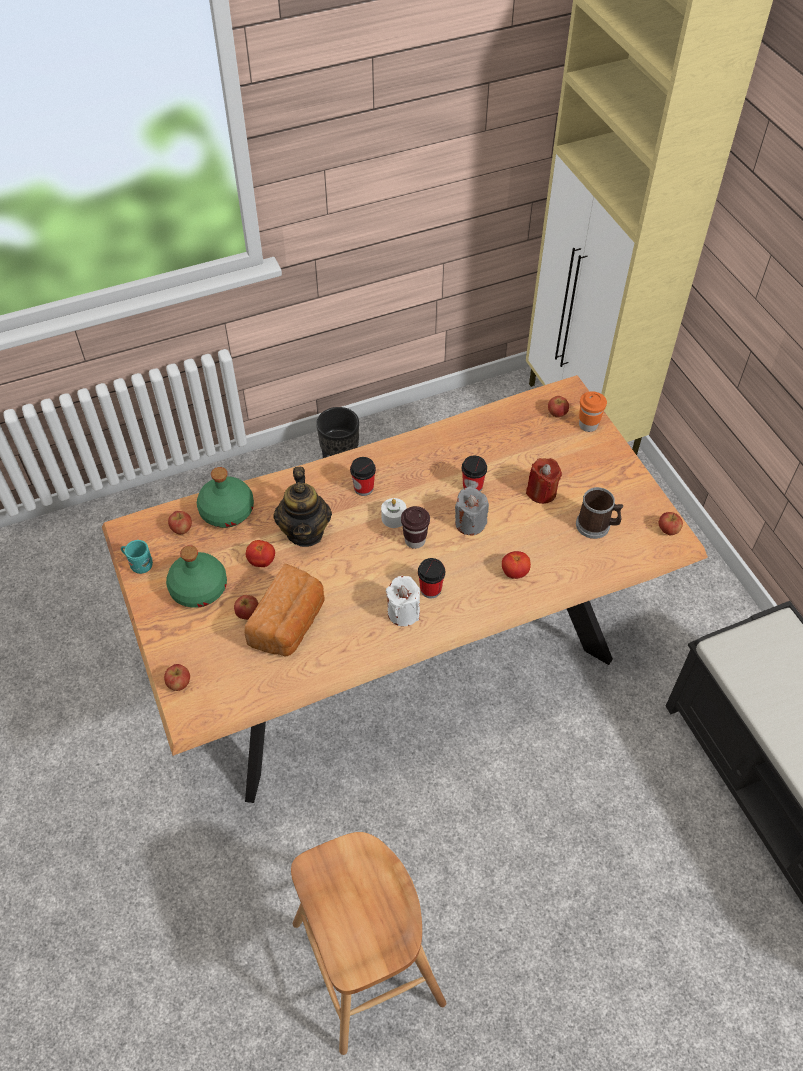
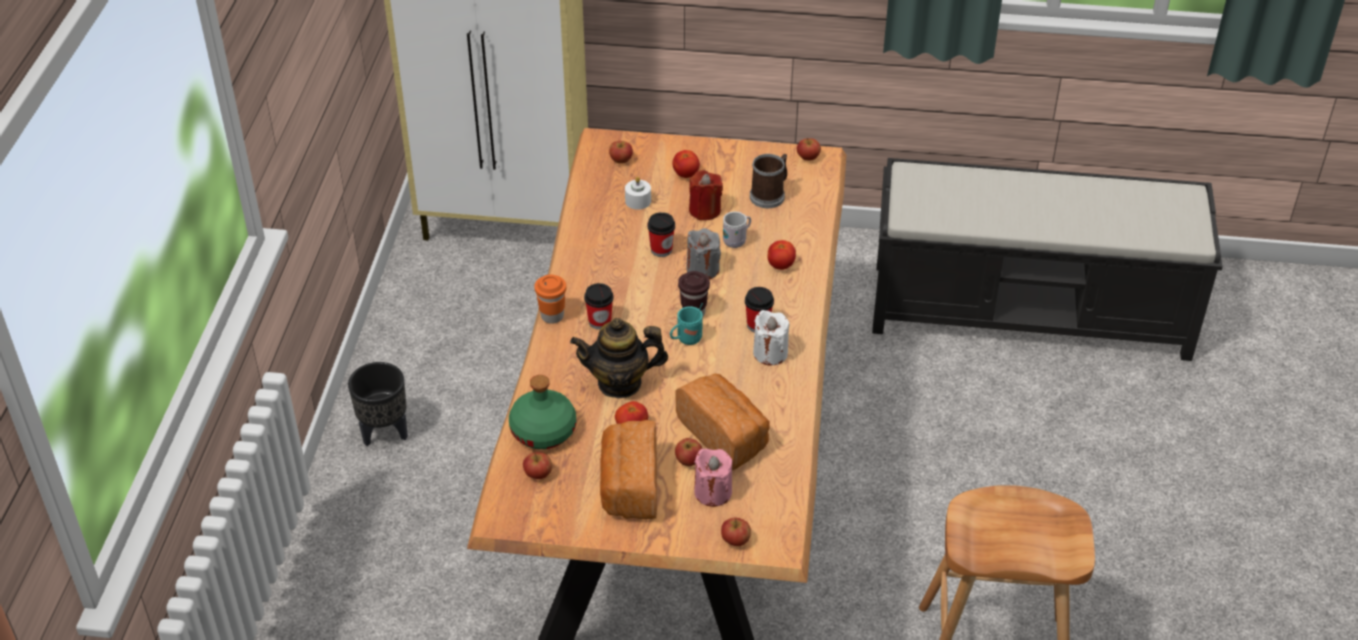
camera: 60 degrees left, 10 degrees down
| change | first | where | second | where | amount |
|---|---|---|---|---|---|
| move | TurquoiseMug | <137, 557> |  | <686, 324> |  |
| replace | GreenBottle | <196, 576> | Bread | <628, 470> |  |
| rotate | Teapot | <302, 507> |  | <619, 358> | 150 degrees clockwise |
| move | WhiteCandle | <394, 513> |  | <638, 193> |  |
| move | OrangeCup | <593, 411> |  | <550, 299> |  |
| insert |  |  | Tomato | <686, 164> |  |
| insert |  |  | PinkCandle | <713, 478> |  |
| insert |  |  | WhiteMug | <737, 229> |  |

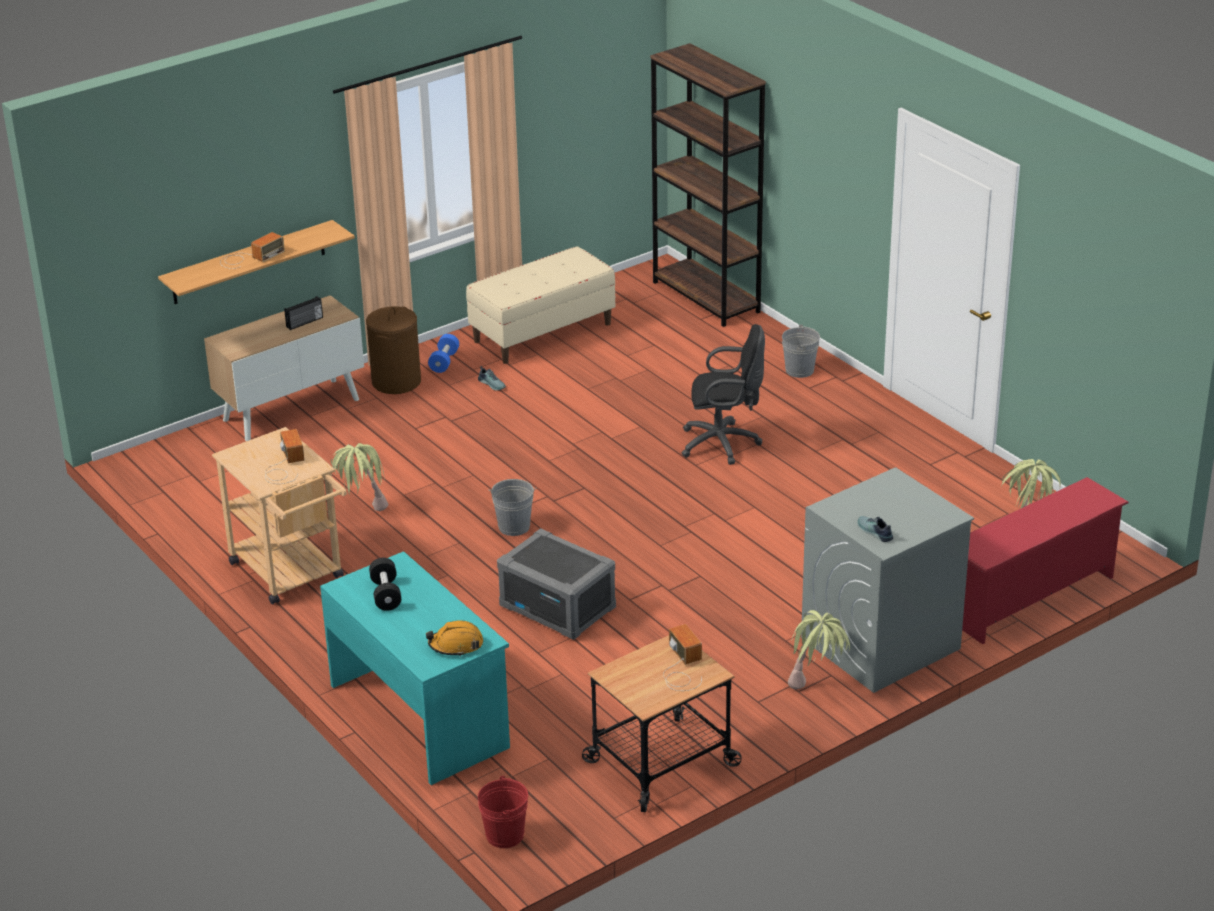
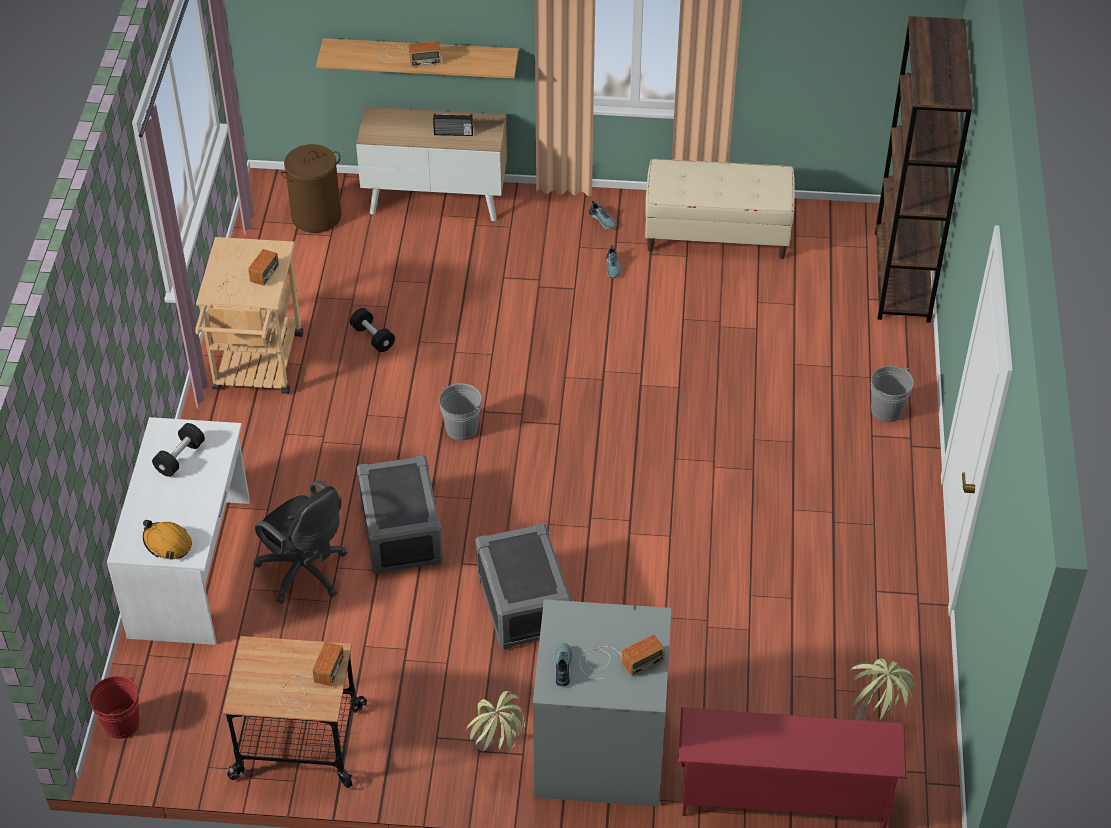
camera: 40 degrees right, 15 degrees up
| change | first | where | second | where | amount |
|---|---|---|---|---|---|
| recolor | TurquoiseDesk | <415, 668> | WhiteDesk | <178, 531> |  |
| replace | PottedPlant | <359, 477> | BlackDumbbell | <372, 330> |  |
| move | BrownLaundryBasket | <393, 350> |  | <311, 188> |  |
| replace | BlueDumbbell | <443, 353> | Shoe | <602, 215> |  |
| move | BlackOfficeChair | <723, 394> |  | <300, 542> |  |
| insert |  |  | GreyStorageBox | <523, 586> |  |
| insert |  |  | Radio | <622, 657> |  |

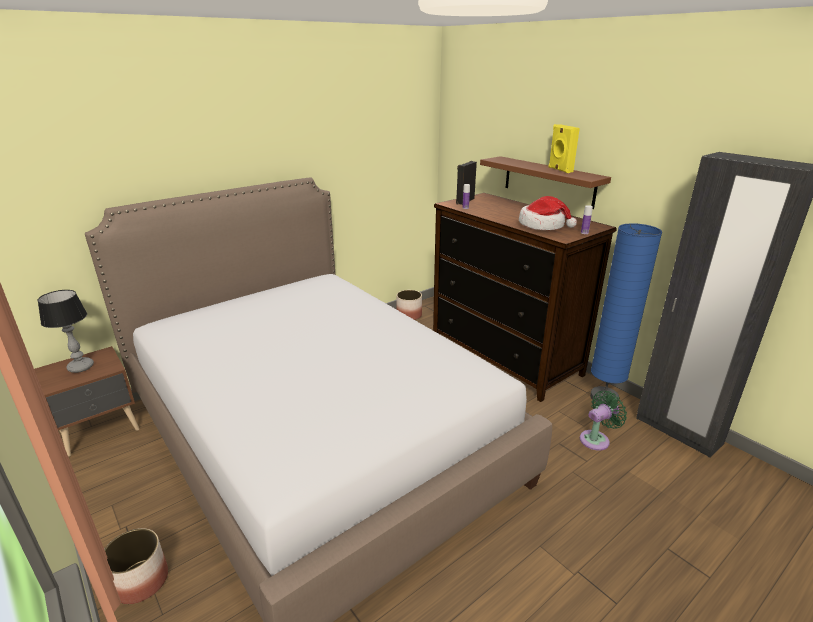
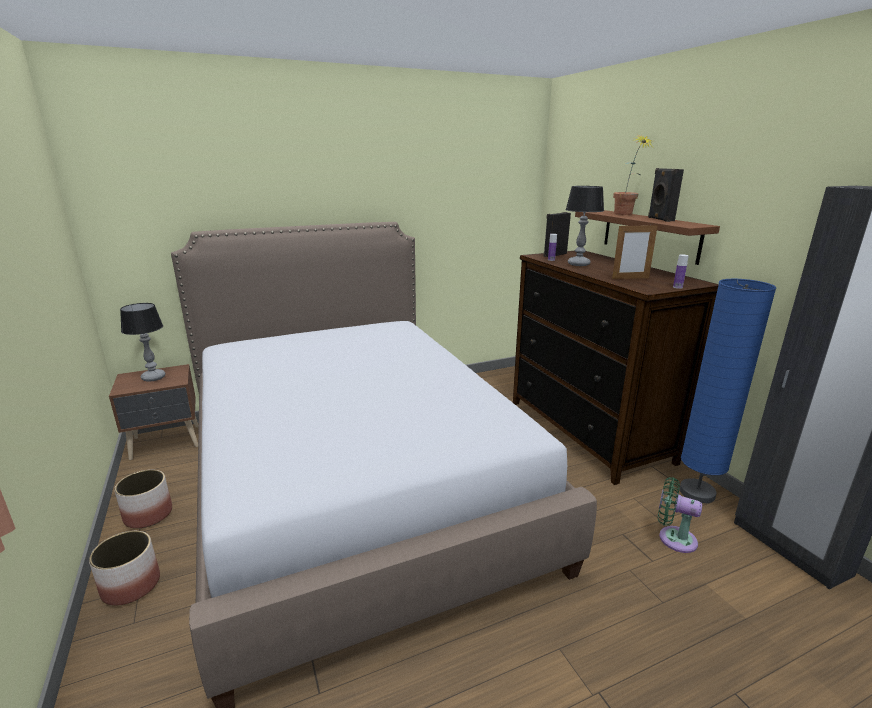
camera: 15 degrees right, 5 degrees down
| change | first | where | second | where | amount |
|---|---|---|---|---|---|
| move | Planter | <409, 305> |  | <143, 499> |  |
| replace | Hat | <548, 213> | PictureFrame | <635, 252> |  |
| recolor | YellowSpeaker | <564, 148> | BlackSpeaker | <666, 195> |  |
| rotate | GreenFan | <603, 421> |  | <680, 515> | 135 degrees counterclockwise |
| insert |  |  | TableLamp | <585, 226> |  |
| insert |  |  | PottedPlant | <632, 174> |  |

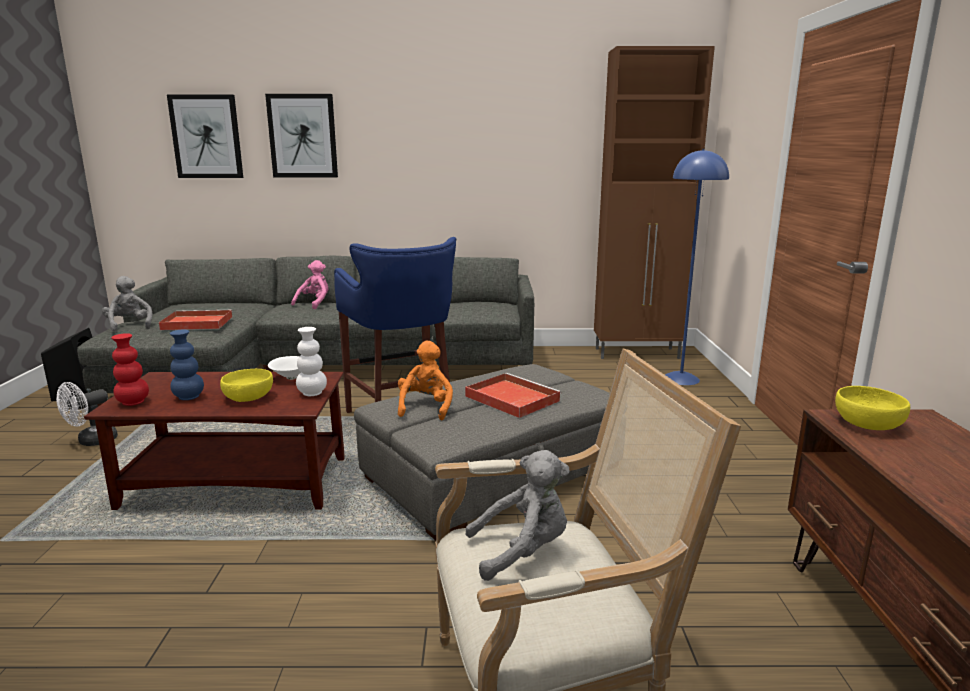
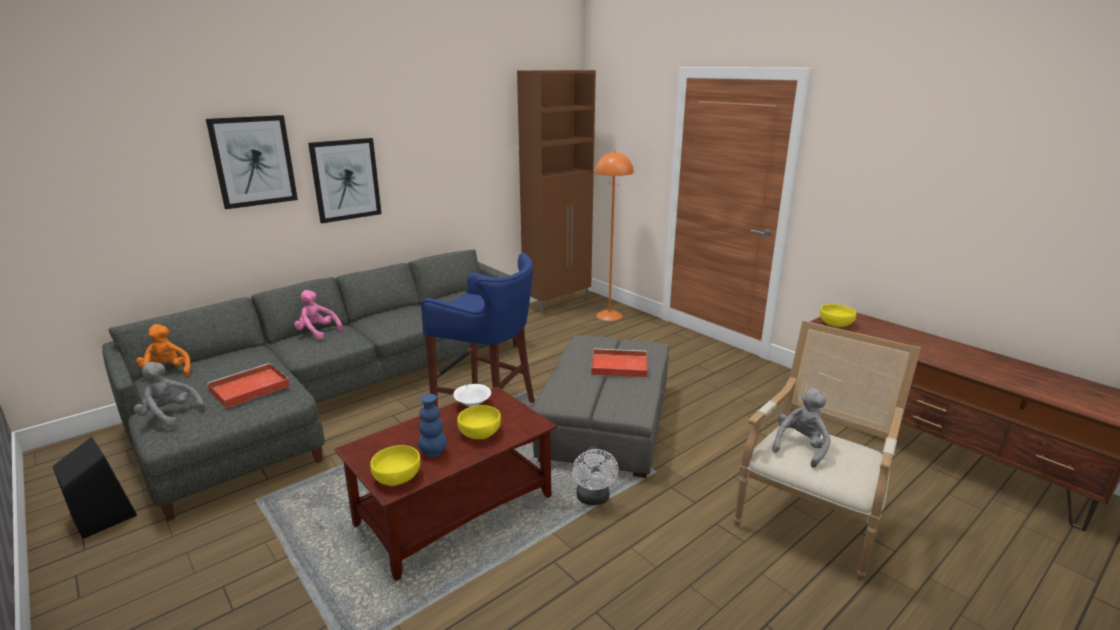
camera: 40 degrees left, 5 degrees up
| change | first | where | second | where | amount |
|---|---|---|---|---|---|
| move | WhiteFan | <87, 414> |  | <595, 476> |  |
| replace | RedVase | <130, 369> | YellowBowl | <395, 465> |  |
| move | Picture | <205, 136> |  | <345, 180> |  |
| rotate | PinkPlushToy | <309, 284> |  | <318, 315> | 45 degrees counterclockwise |
| delete | WhiteVase | <311, 361> |  |  |  |
| move | OrangePlushToy | <425, 380> |  | <163, 354> |  |
| recolor | BlueFloorLamp | <697, 267> | OrangeFloorLamp | <614, 236> |  |

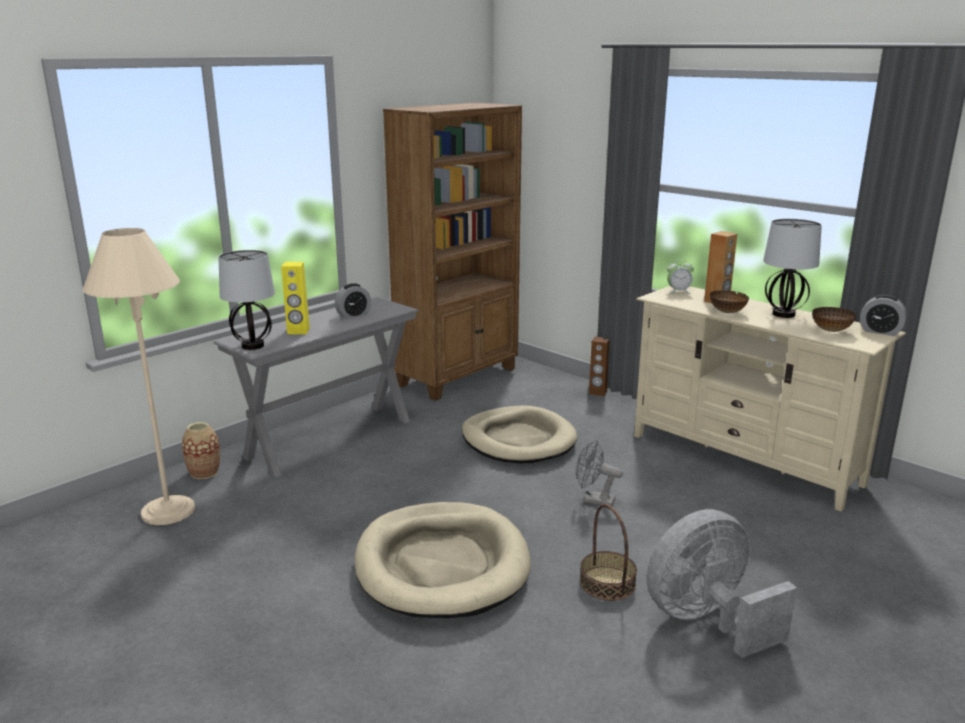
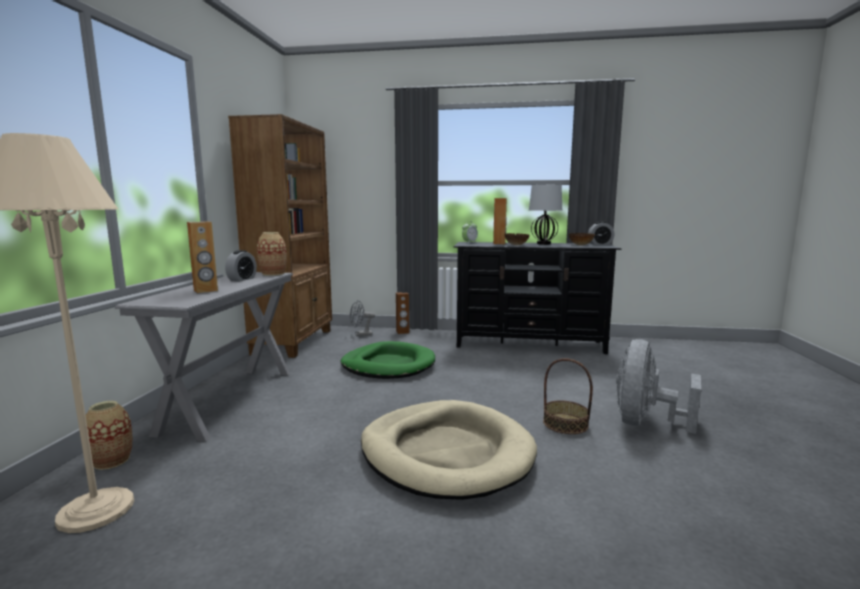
camera: 35 degrees left, 10 degrees down
| change | first | where | second | where | amount |
|---|---|---|---|---|---|
| delete | TableLamp | <246, 300> |  |  |  |
| recolor | YellowSpeaker | <295, 298> | BrownSpeaker | <202, 257> |  |
| recolor | BeigeDogBed | <520, 434> | GreenDogBed | <388, 360> |  |
| move | GreyFan | <599, 473> |  | <362, 318> |  |
| recolor | BeigeTvStand | <770, 398> | BlackTvStand | <537, 298> |  |
| insert |  |  | Vase | <272, 254> |  |

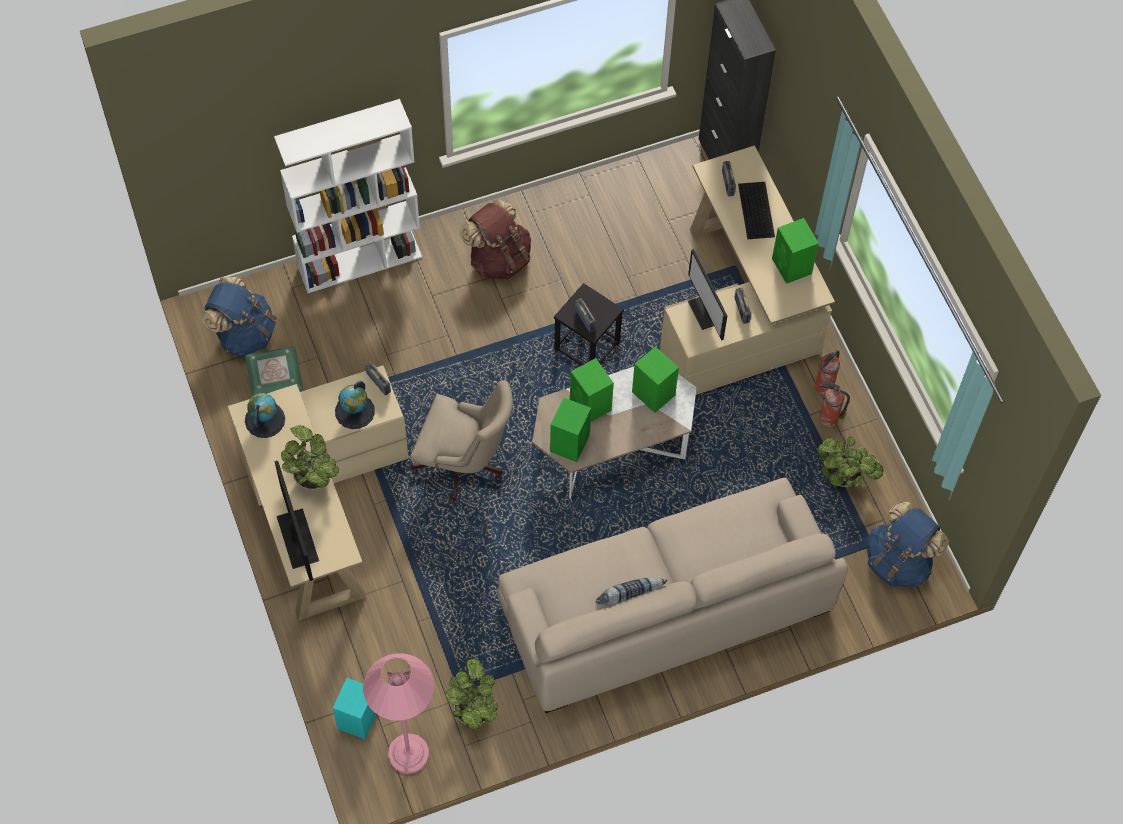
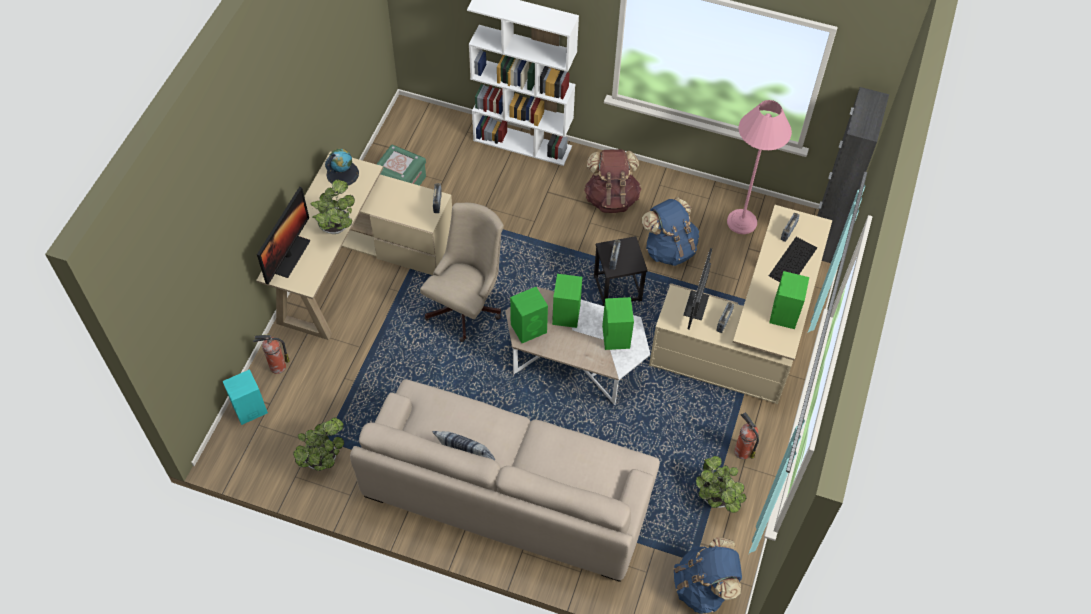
camera: 40 degrees right, 5 degrees down
| change | first | where | second | where | amount |
|---|---|---|---|---|---|
| move | BlueBackpack | <239, 317> |  | <670, 231> |  |
| delete | Globe | <355, 405> |  |  |  |
| move | PinkFloorLamp | <398, 713> |  | <759, 167> |  |
| rotate | BeigeOfficeChair | <461, 442> |  | <462, 272> | 120 degrees counterclockwise |
| move | FireExtinguisher | <827, 372> |  | <271, 354> |  |

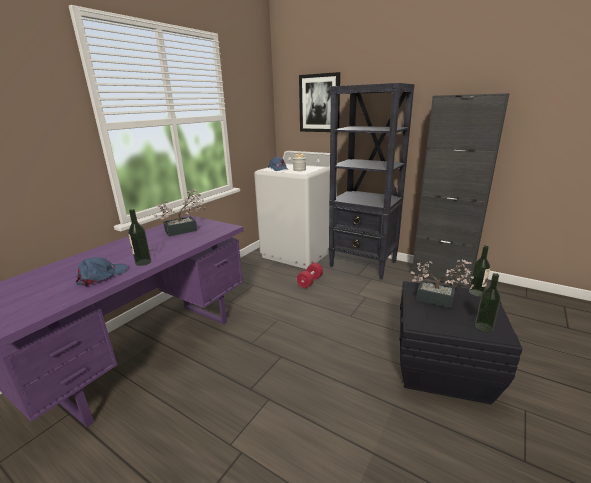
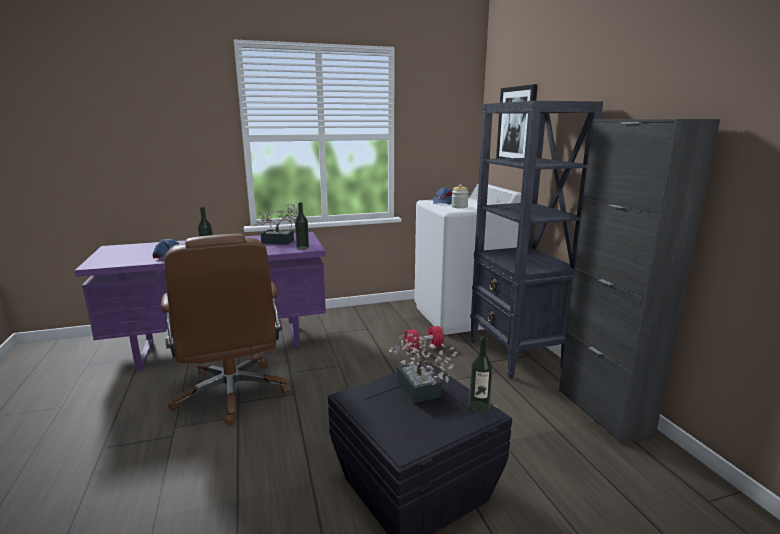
camera: 40 degrees right, 5 degrees down
| change | first | where | second | where | amount |
|---|---|---|---|---|---|
| move | Bottle | <488, 302> |  | <302, 226> |  |
| insert |  |  | BrownOfficeChair | <225, 329> |  |

